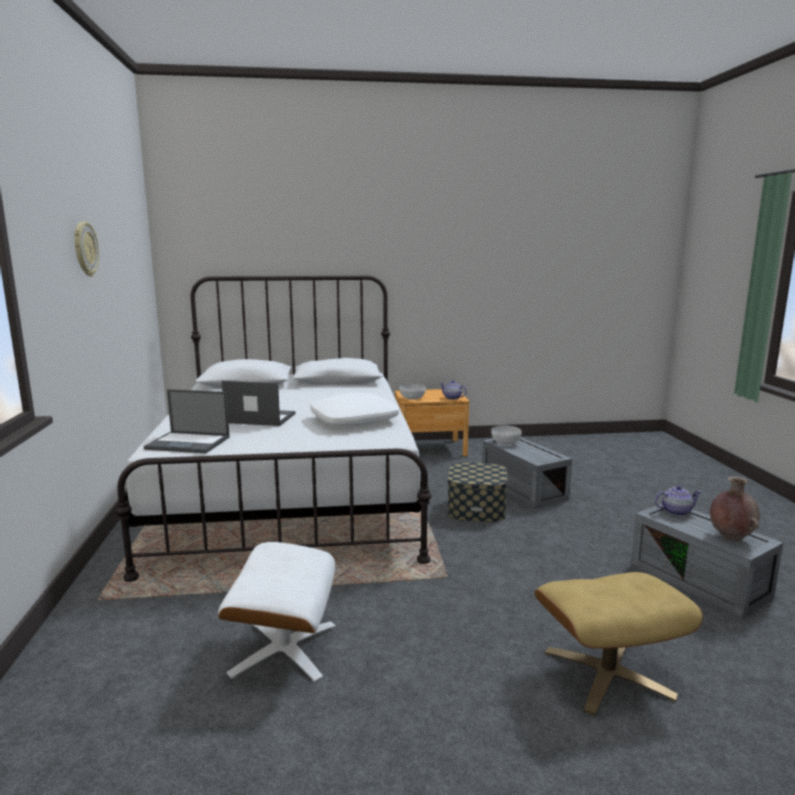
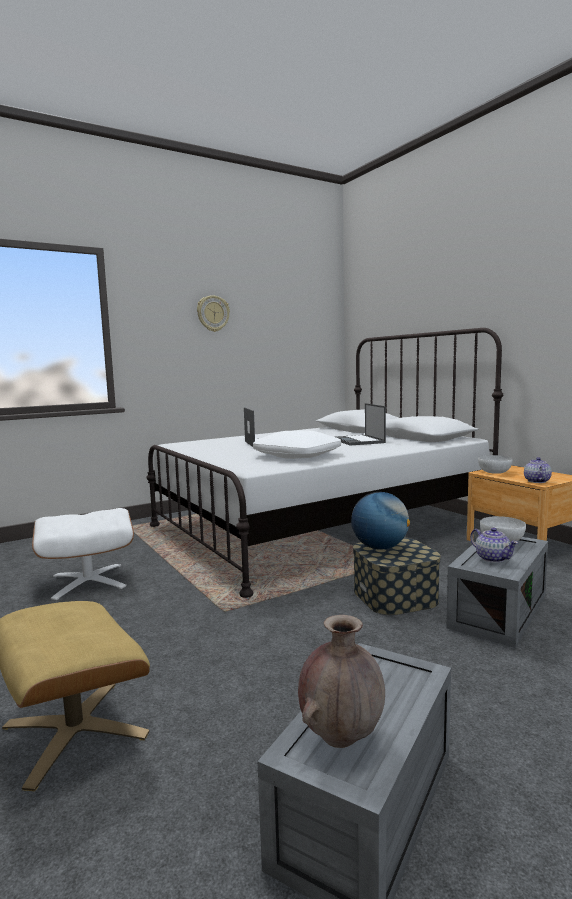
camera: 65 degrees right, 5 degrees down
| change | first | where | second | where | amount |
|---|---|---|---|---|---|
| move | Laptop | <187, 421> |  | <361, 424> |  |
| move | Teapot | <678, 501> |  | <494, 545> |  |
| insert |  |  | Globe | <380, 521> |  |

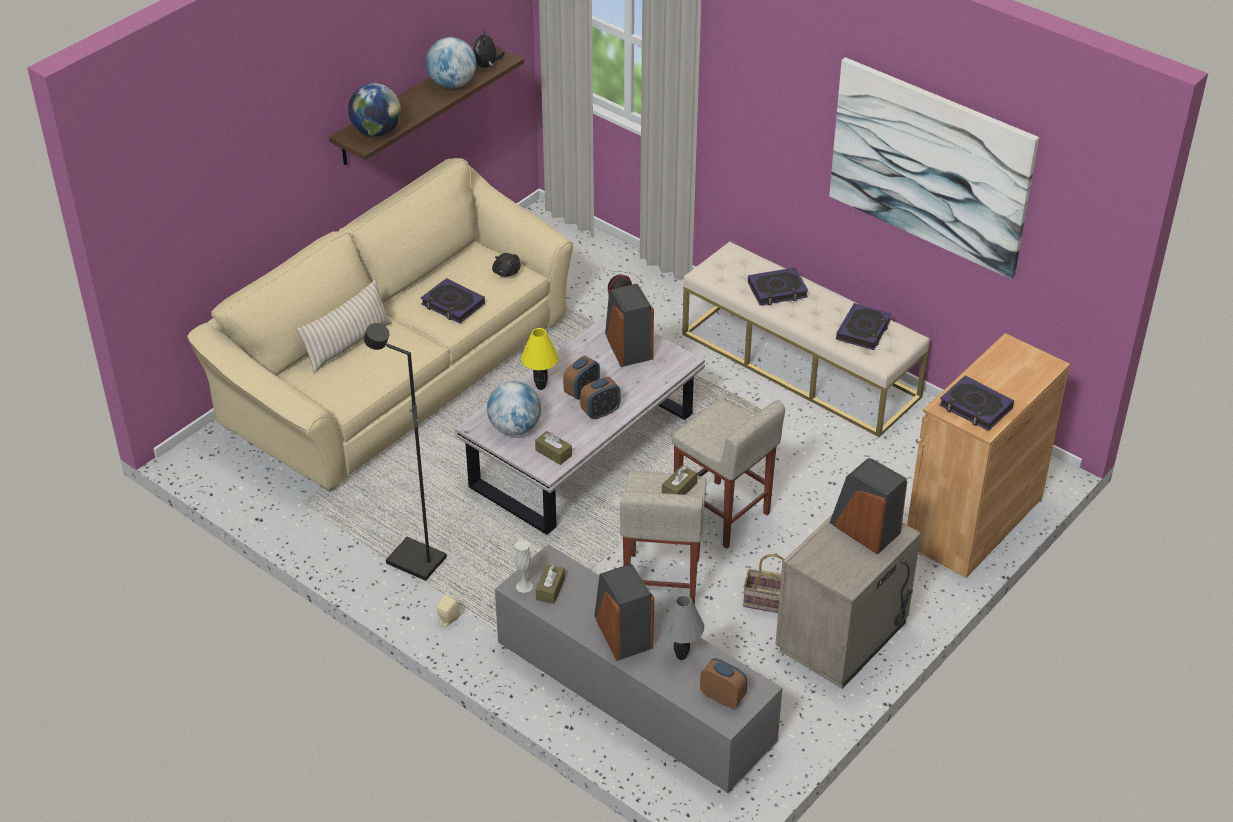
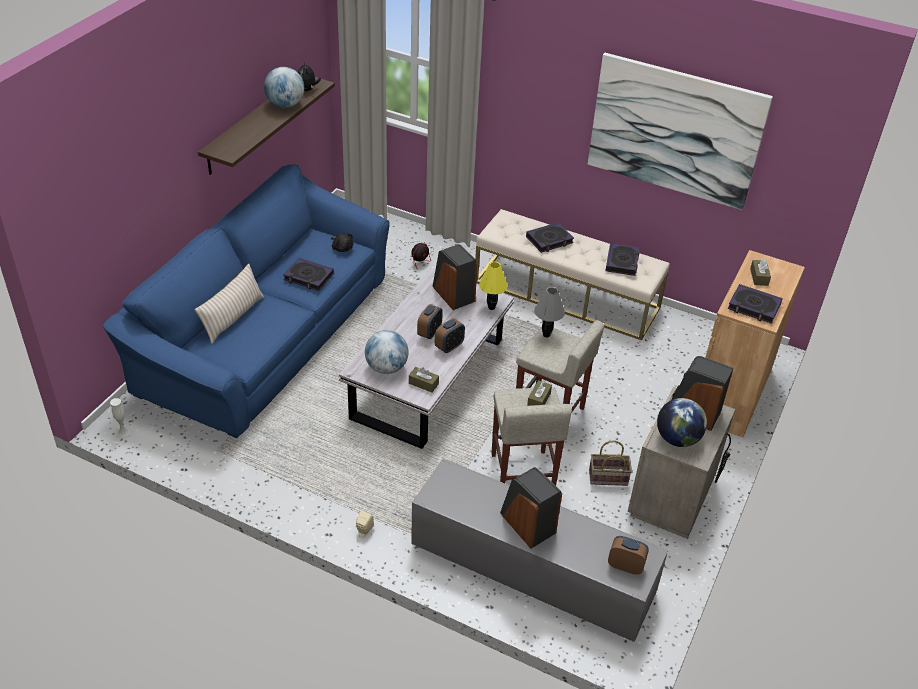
camera: 15 degrees left, 0 degrees up
| change | first | where | second | where | amount |
|---|---|---|---|---|---|
| recolor | BeigeSofa | <380, 325> | BlueSofa | <246, 301> |  |
| move | Globe | <374, 110> |  | <682, 422> |  |
| delete | BlackFloorLamp | <405, 452> |  |  |  |
| move | WhiteVase | <524, 566> |  | <120, 417> |  |
| move | YellowTableLamp | <540, 359> |  | <493, 285> |  |
| move | BrownTissueBox | <550, 584> |  | <760, 272> |  |
| move | GreyTableLamp | <682, 627> |  | <549, 312> |  |

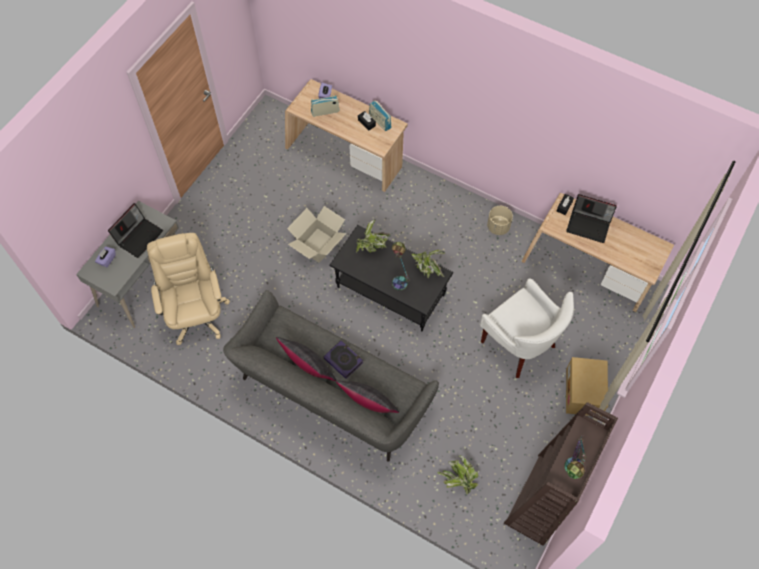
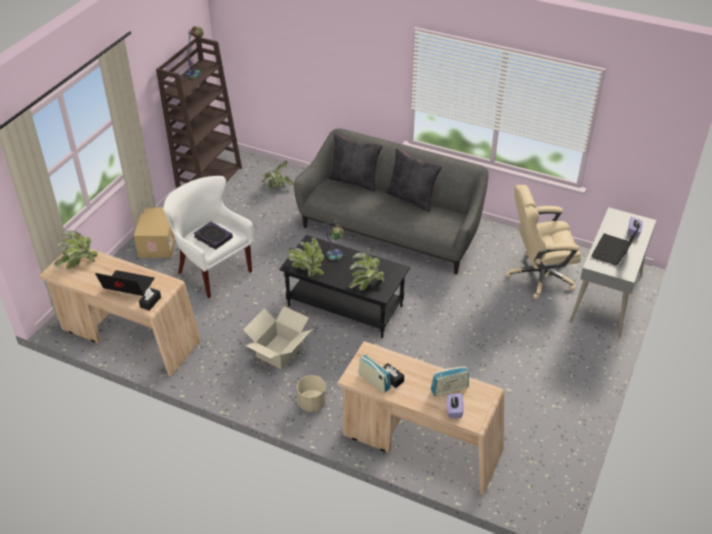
camera: 175 degrees right, 20 degrees down
| change | first | where | second | where | amount |
|---|---|---|---|---|---|
| rotate | BeigeOfficeChair | <188, 289> |  | <543, 242> | 105 degrees clockwise |
| move | CardboardBox | <316, 234> |  | <277, 338> |  |
| move | Book | <343, 360> |  | <213, 236> |  |
| move | BeigePlanter | <500, 220> |  | <311, 393> |  |
| insert |  |  | PottedPlant | <76, 249> |  |

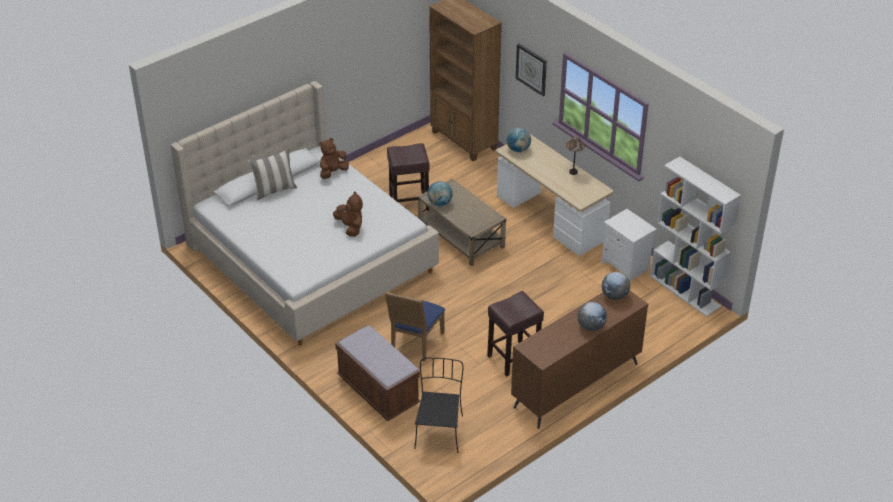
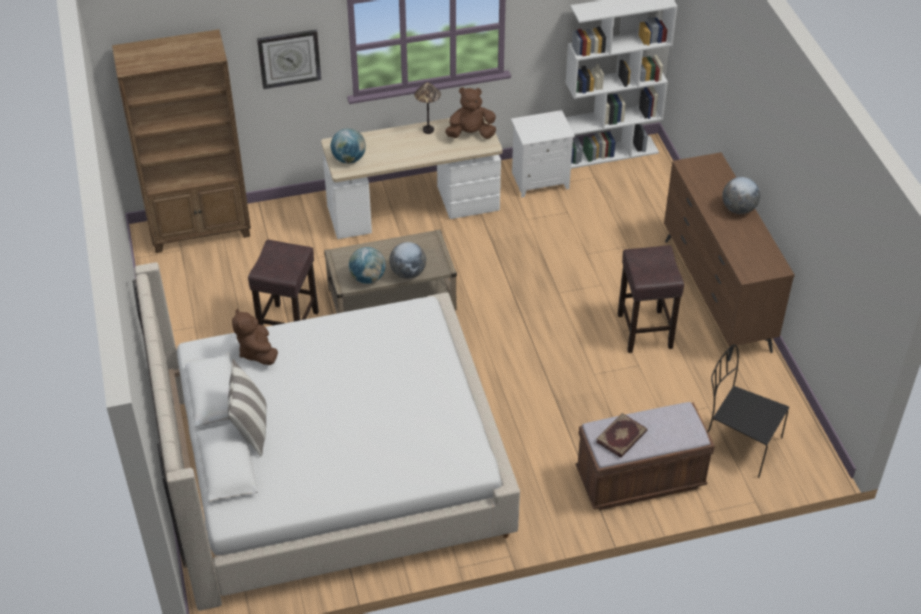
camera: 65 degrees left, 5 degrees up
| change | first | where | second | where | amount |
|---|---|---|---|---|---|
| move | BrownPlushToy | <348, 214> |  | <470, 113> |  |
| delete | BlueChair | <415, 327> |  |  |  |
| move | Globe | <616, 286> |  | <407, 260> |  |
| insert |  |  | Book | <621, 435> |  |

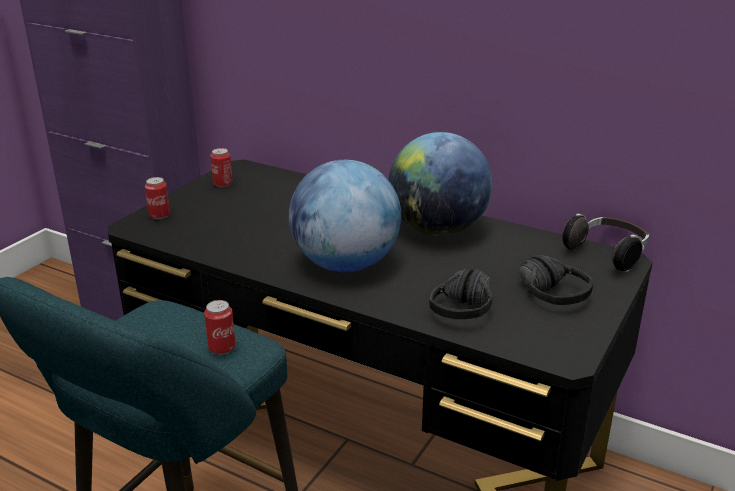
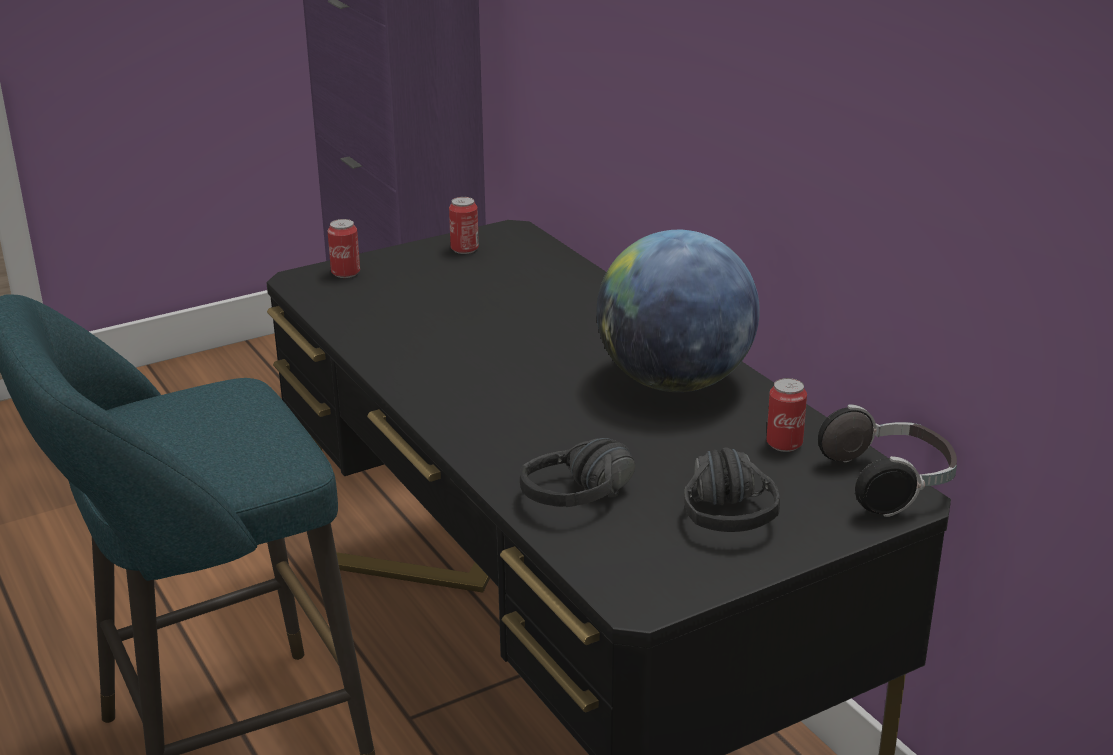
camera: 30 degrees right, 0 degrees up
| change | first | where | second | where | amount |
|---|---|---|---|---|---|
| move | Can | <219, 327> |  | <786, 415> |  |
| delete | Globe | <345, 216> |  |  |  |

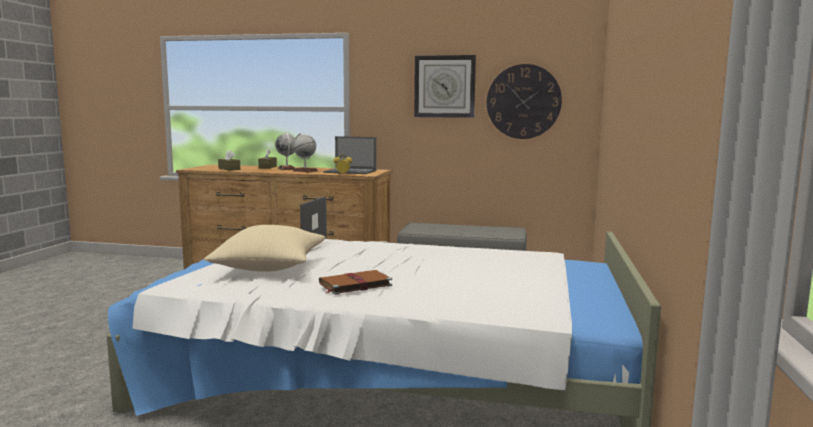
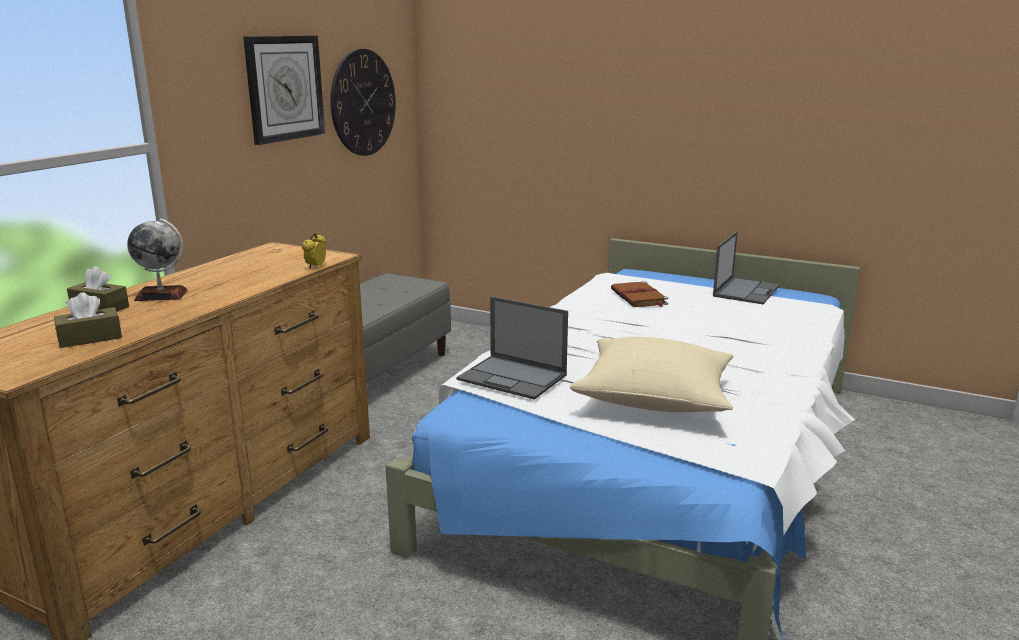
camera: 75 degrees left, 10 degrees up
| change | first | where | second | where | amount |
|---|---|---|---|---|---|
| delete | Globe | <305, 153> |  |  |  |
| move | BrownBook | <355, 282> |  | <639, 294> |  |
| move | Laptop | <350, 155> |  | <746, 268> |  |

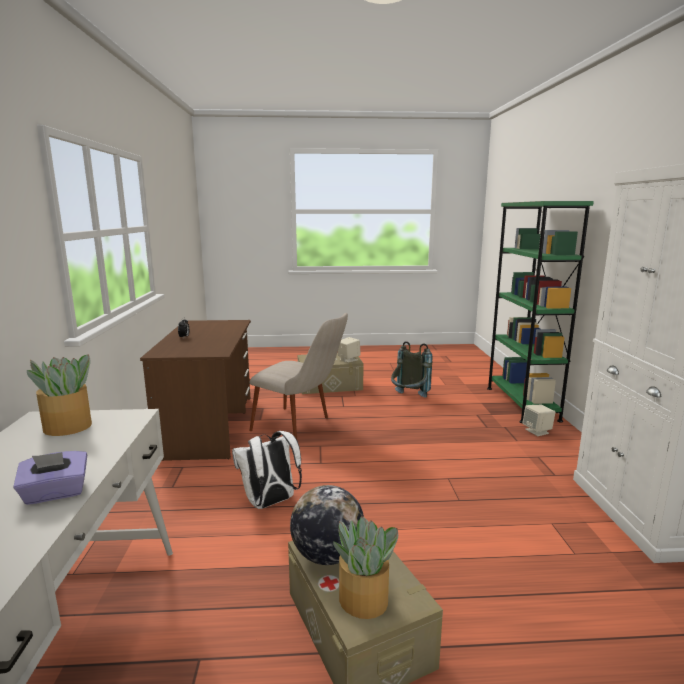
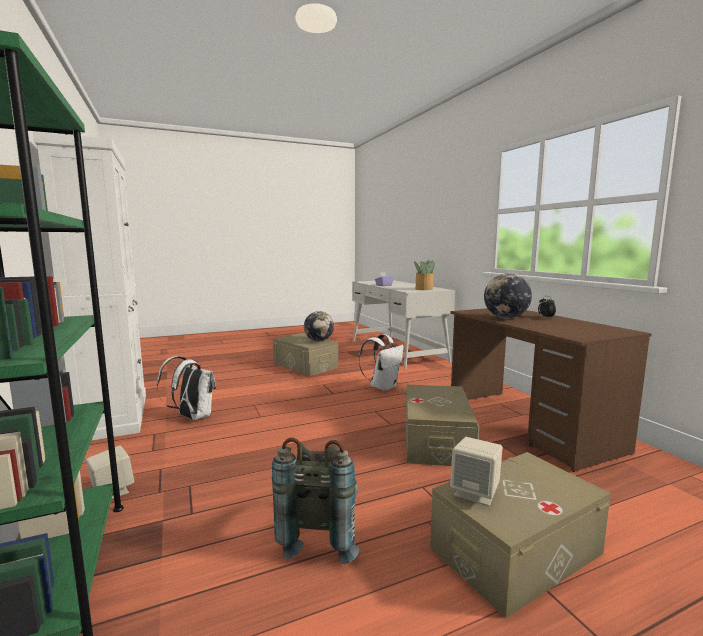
camera: 160 degrees right, 5 degrees down
| change | first | where | second | where | amount |
|---|---|---|---|---|---|
| replace | BeigeChair | <298, 376> | BeigeStorageBox | <441, 425> |  |
| delete | PottedPlant | <365, 567> |  |  |  |
| insert |  |  | WhiteBackpack | <186, 388> |  |
| insert |  |  | Globe | <508, 296> |  |

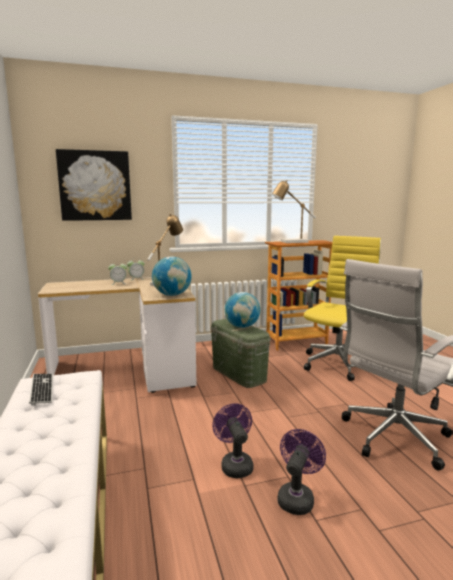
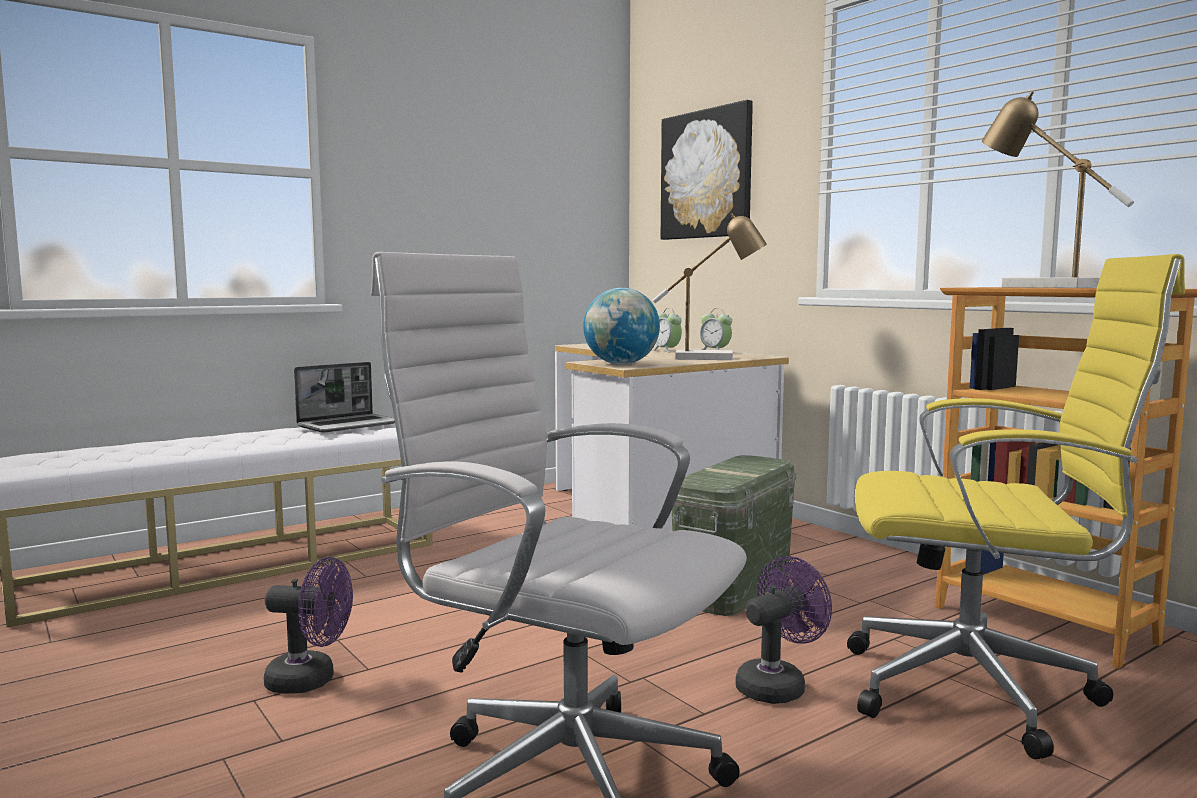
camera: 70 degrees right, 5 degrees down
| change | first | where | second | where | amount |
|---|---|---|---|---|---|
| replace | Keyboard | <41, 389> | Laptop | <344, 397> |  |
| move | PurpleFan | <233, 440> |  | <783, 630> |  |
| delete | Globe | <242, 310> |  |  |  |

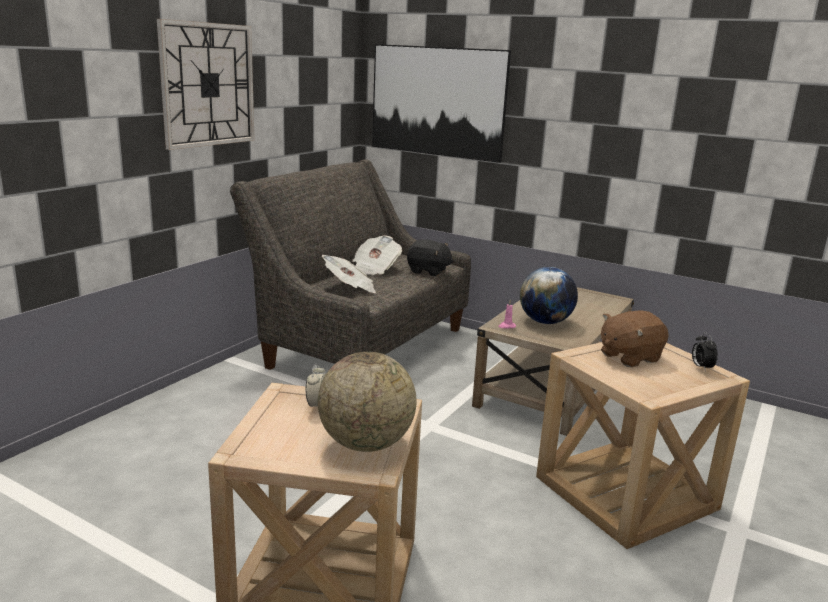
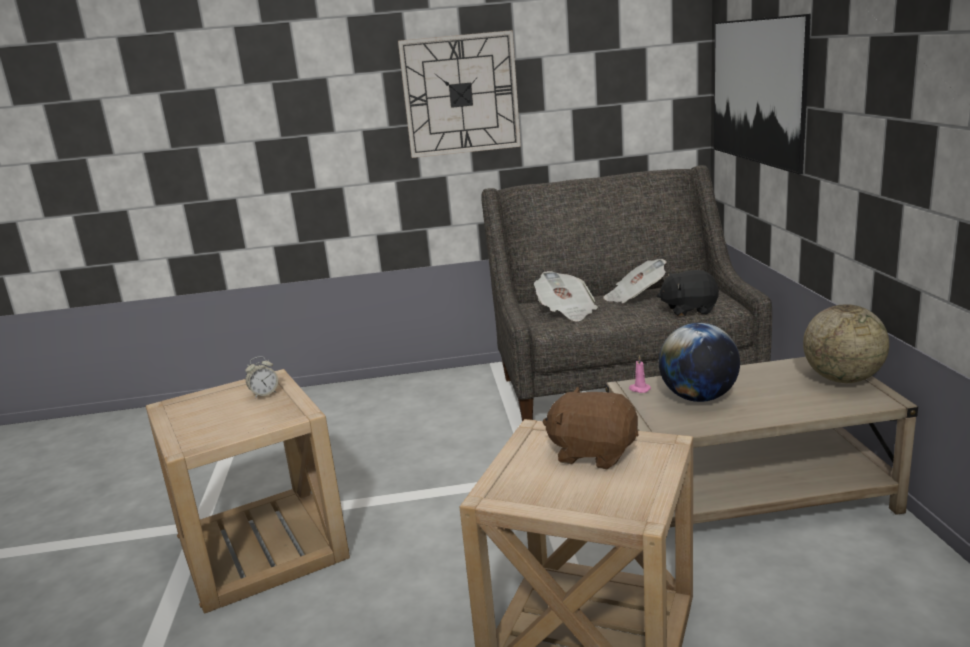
camera: 55 degrees right, 0 degrees up
| change | first | where | second | where | amount |
|---|---|---|---|---|---|
| move | Globe | <367, 402> |  | <846, 343> |  |
| rotate | BlackPlushToy | <430, 257> |  | <688, 293> | 105 degrees clockwise |
| delete | AlarmClock | <705, 350> |  |  |  |

